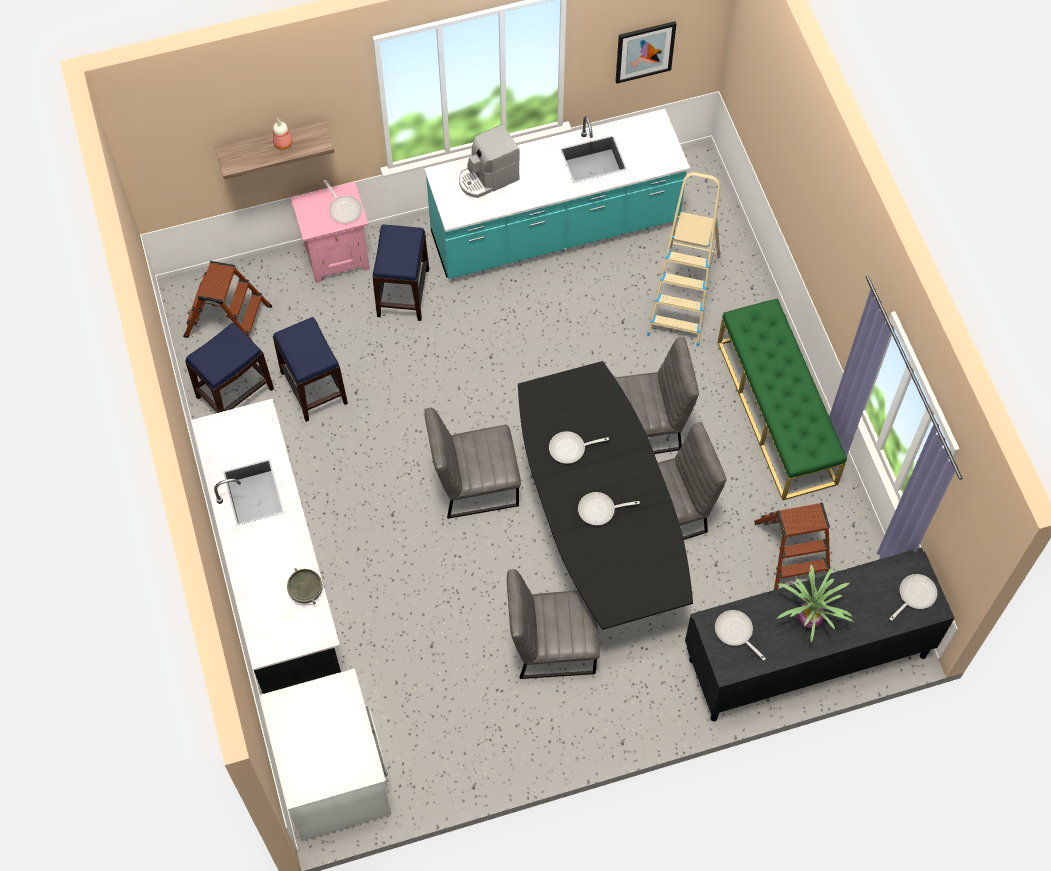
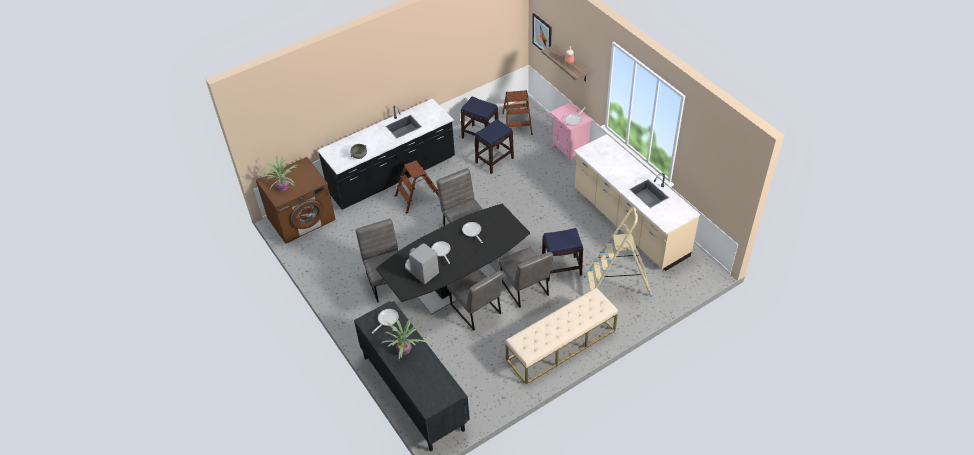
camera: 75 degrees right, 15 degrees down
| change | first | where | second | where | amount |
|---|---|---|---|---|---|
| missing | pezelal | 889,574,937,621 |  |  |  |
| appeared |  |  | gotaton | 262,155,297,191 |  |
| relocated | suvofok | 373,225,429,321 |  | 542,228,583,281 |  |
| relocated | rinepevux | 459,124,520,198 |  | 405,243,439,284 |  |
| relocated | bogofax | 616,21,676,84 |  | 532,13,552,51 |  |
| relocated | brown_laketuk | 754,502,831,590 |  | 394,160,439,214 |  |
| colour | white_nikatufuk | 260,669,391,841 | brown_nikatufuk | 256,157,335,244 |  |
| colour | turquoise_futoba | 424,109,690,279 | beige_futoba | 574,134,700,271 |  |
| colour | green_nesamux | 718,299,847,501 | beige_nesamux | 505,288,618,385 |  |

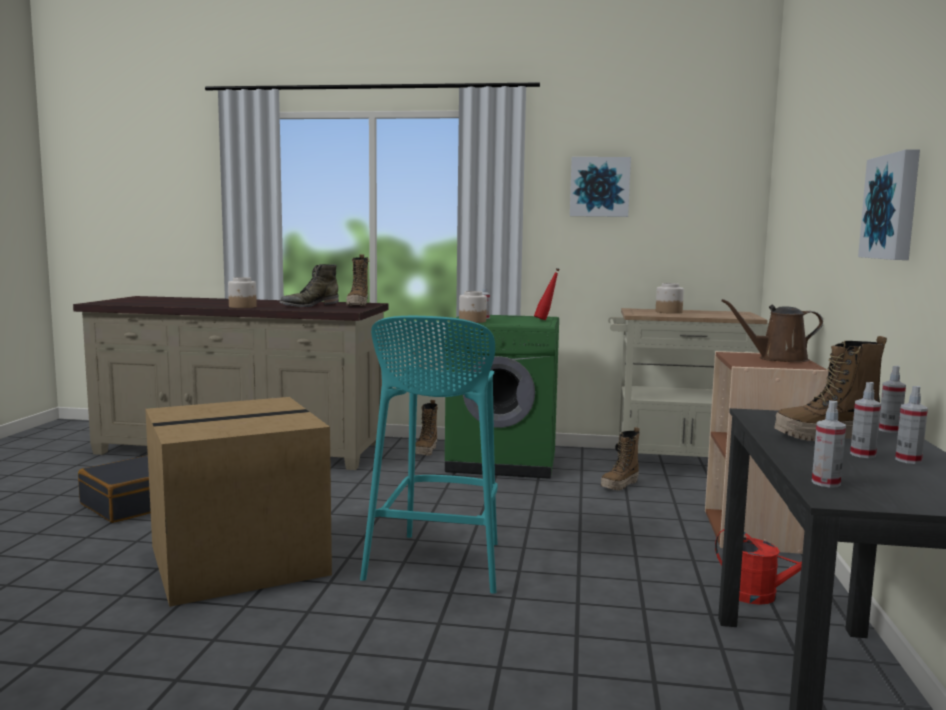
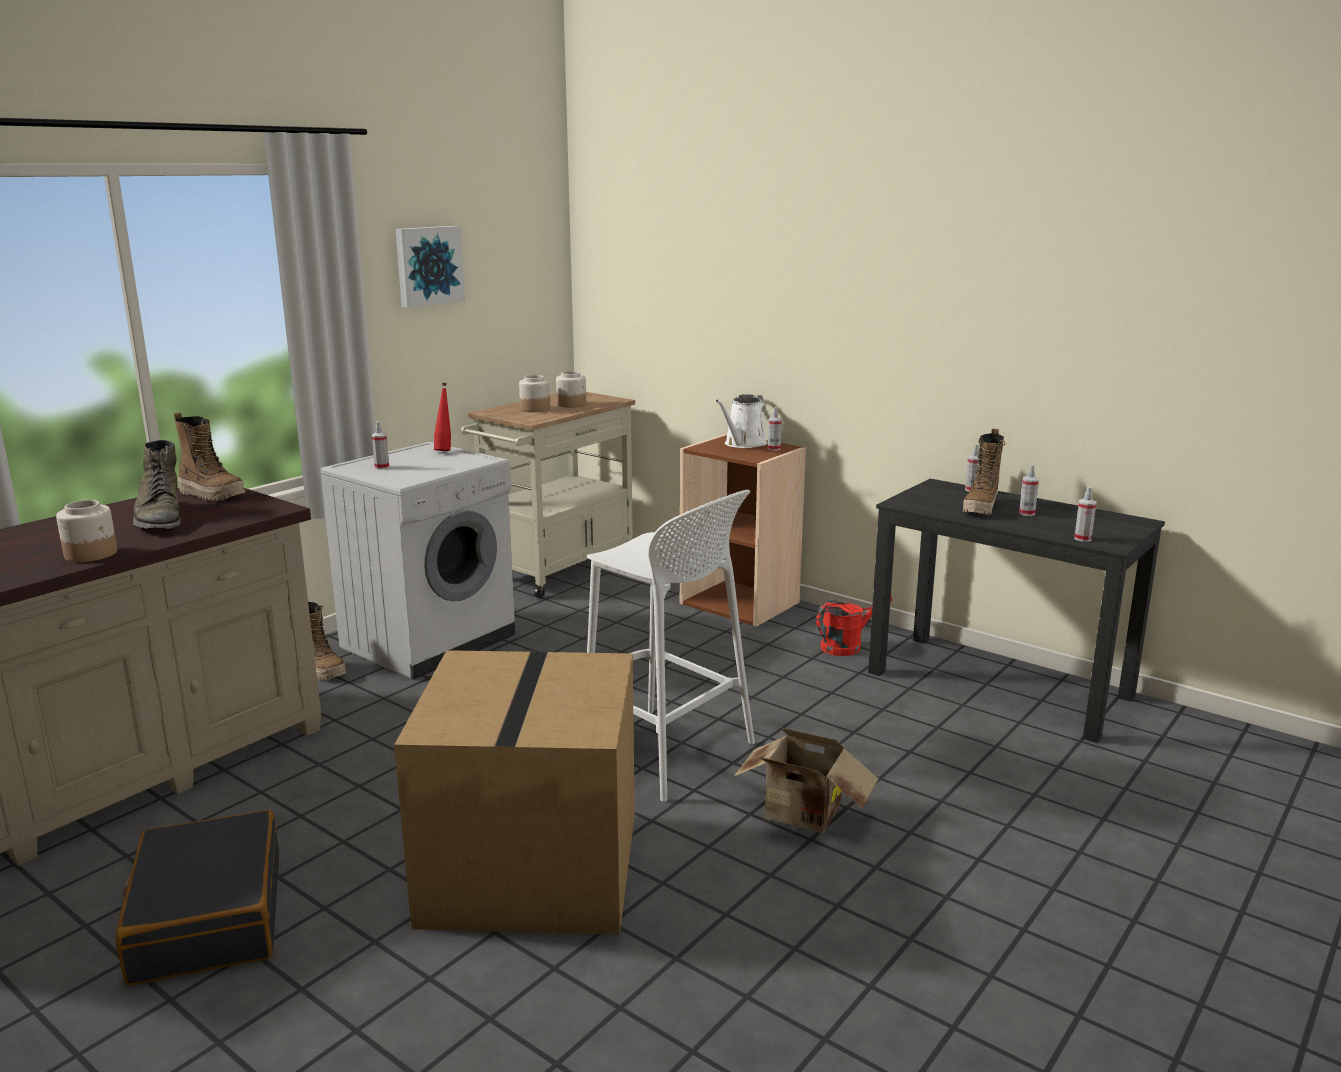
camera: 60 degrees left, 10 degrees up
| change | first | where | second | where | amount |
|---|---|---|---|---|---|
| missing | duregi | 601,427,640,491 |  |  |  |
| missing | bogofax | 858,149,920,260 |  |  |  |
| appeared |  |  | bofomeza | 733,727,878,833 |  |
| relocated | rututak | 459,291,487,323 |  | 556,371,586,408 |  |
| relocated | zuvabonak | 895,386,928,464 |  | 768,407,782,451 |  |
| colour | turquoise_suvofok | 360,316,497,594 | white_suvofok | 587,490,755,802 |  |
| colour | green_nikatufuk | 445,315,559,479 | white_nikatufuk | 321,442,515,680 |  |
| colour | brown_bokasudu | 721,299,823,362 | white_bokasudu | 716,394,768,448 |  |

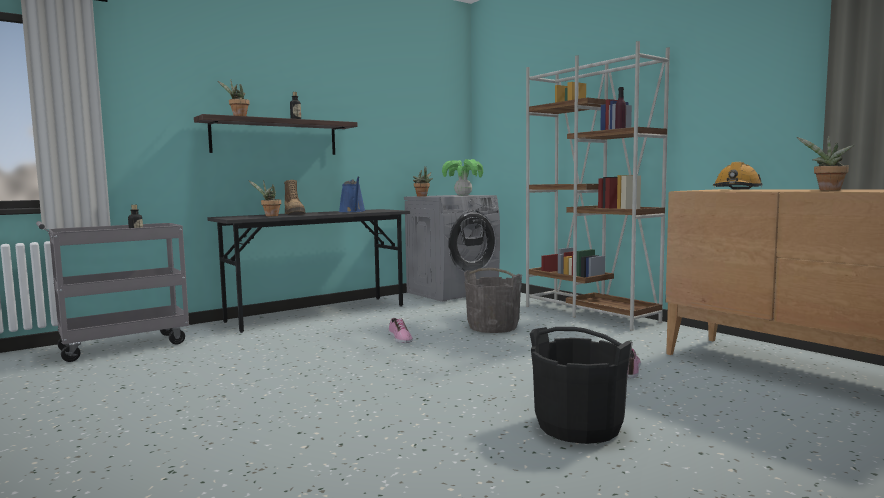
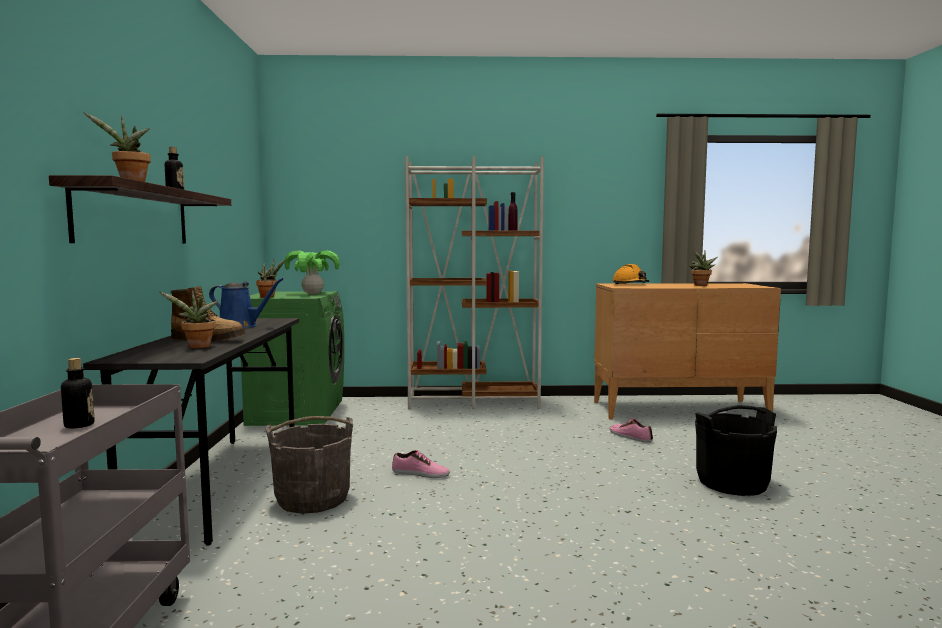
camera: 55 degrees left, 0 degrees up
| change | first | where | second | where | amount |
|---|---|---|---|---|---|
| relocated | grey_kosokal | 464,268,522,333 |  | 265,416,353,514 |  |
| colour | grey_nikatufuk | 404,195,500,302 | green_nikatufuk | 241,291,344,426 |  |

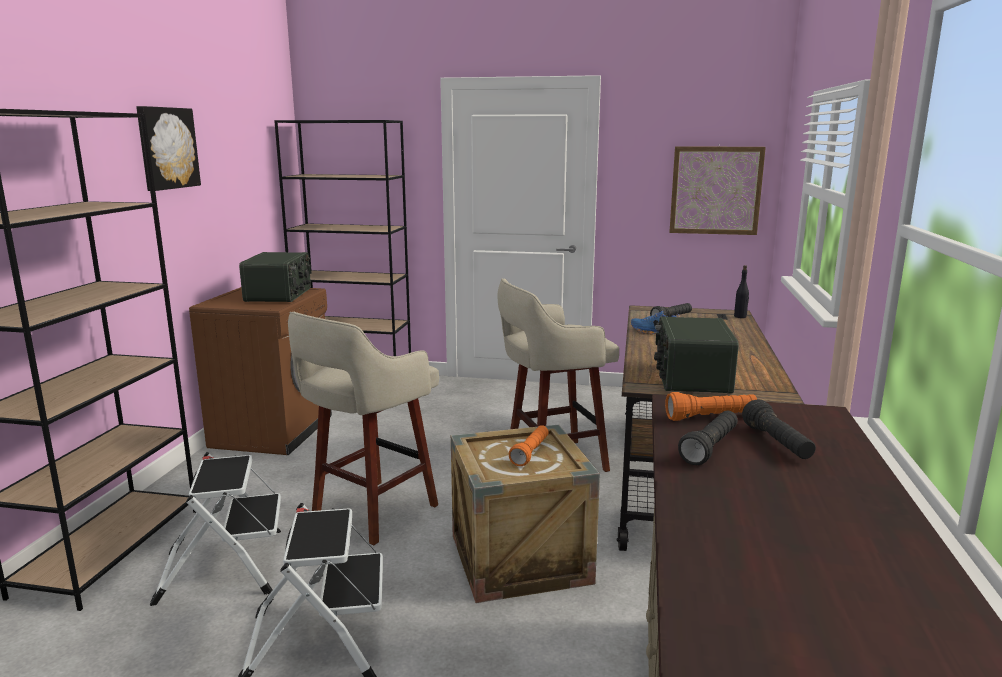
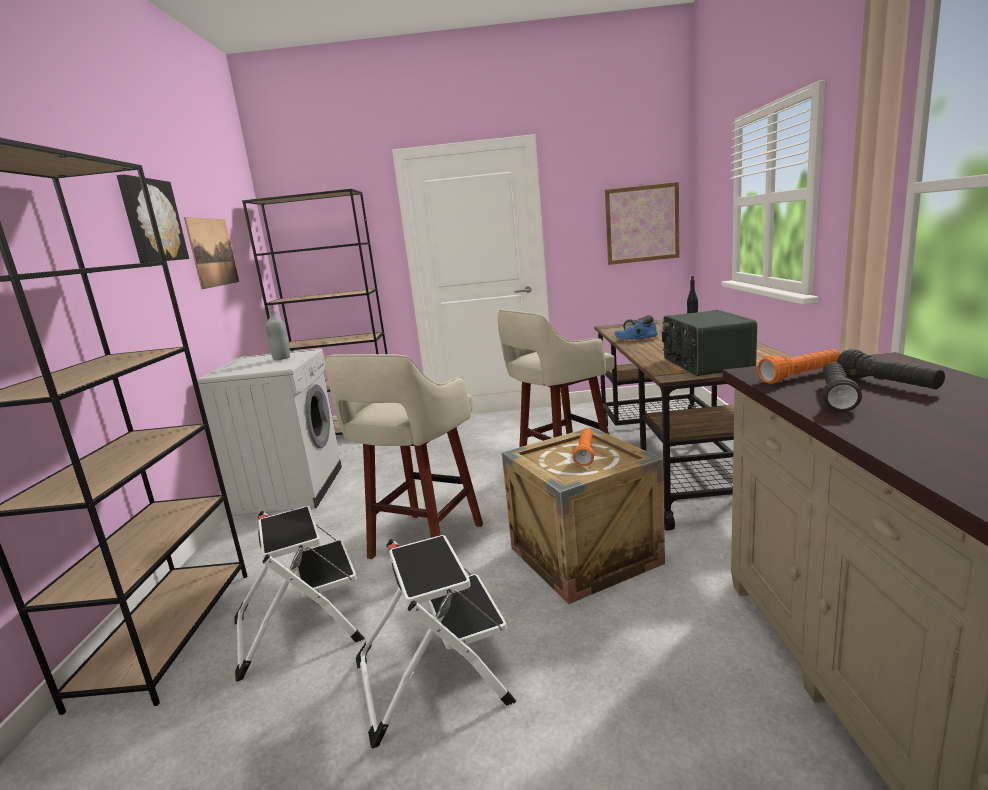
camera: 10 degrees left, 0 degrees up
| change | first | where | second | where | amount |
|---|---|---|---|---|---|
| appeared |  |  | bogofax | 184,217,239,289 |  |
| exchanged | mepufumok | 239,252,312,302 | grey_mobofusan | 266,309,290,360 |  |
| colour | brown_nikatufuk | 189,287,332,455 | white_nikatufuk | 197,348,342,516 |  |

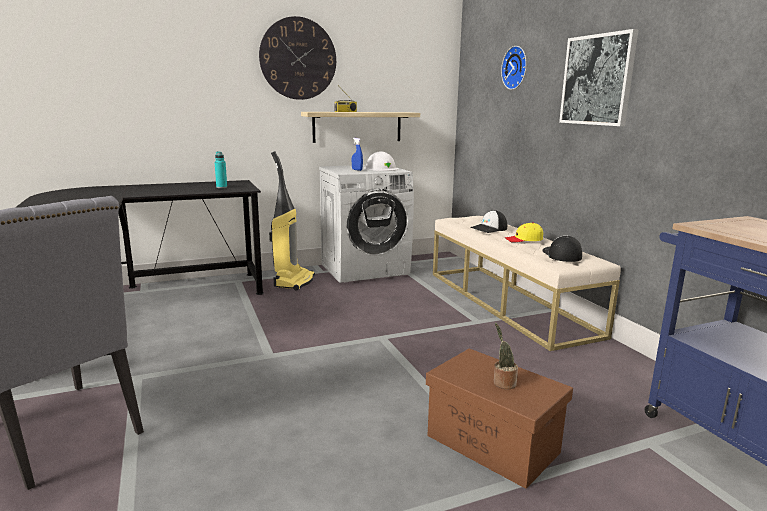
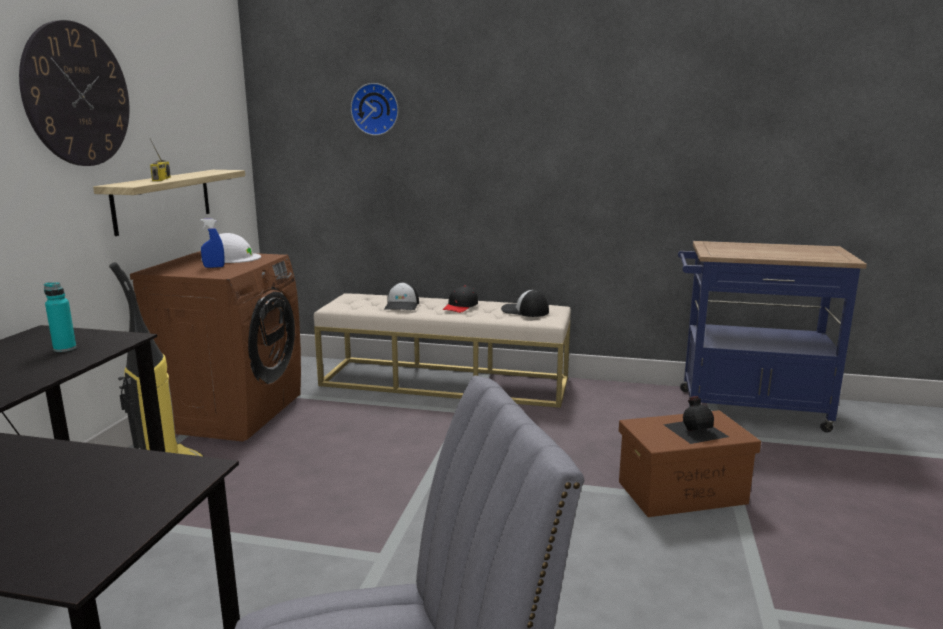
camera: 55 degrees left, 0 degrees up
| change | first | where | second | where | amount |
|---|---|---|---|---|---|
| missing | bogofax | 559,29,639,126 |  |  |  |
| exchanged | gotaton | 494,323,518,389 | black_mobofusan | 663,396,729,444 |  |
| colour | white_nikatufuk | 319,165,414,283 | brown_nikatufuk | 130,251,301,442 |  |
| colour | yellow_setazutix | 505,222,543,243 | black_setazutix | 443,286,478,313 |  |

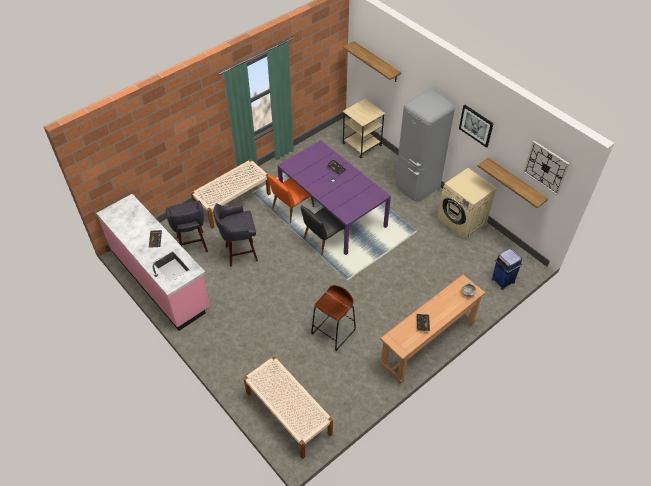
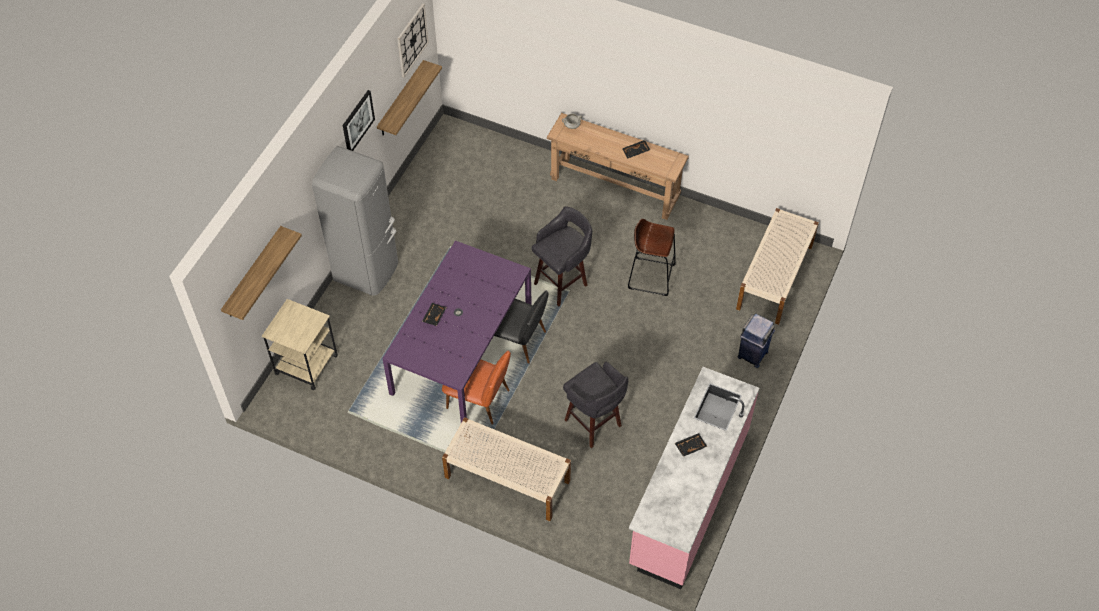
camera: 115 degrees left, 5 degrees up
| change | first | where | second | where | amount |
|---|---|---|---|---|---|
| missing | beige_nikatufuk | 438,168,497,240 |  |  |  |
| relocated | grey_suvofok | 166,201,208,252 |  | 532,206,592,306 |  |
| relocated | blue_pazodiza | 491,249,522,290 |  | 738,314,775,368 |  |

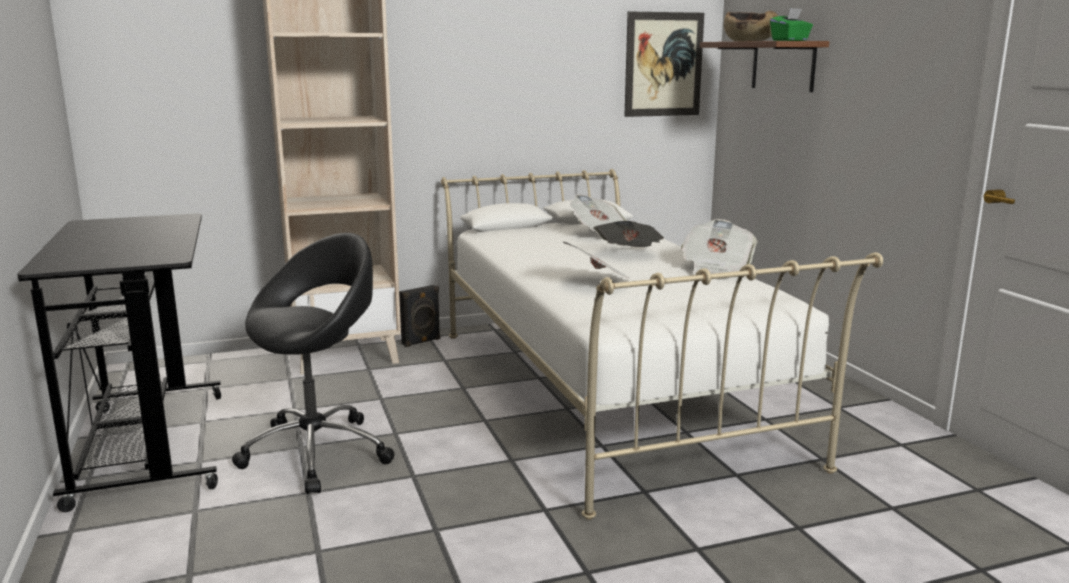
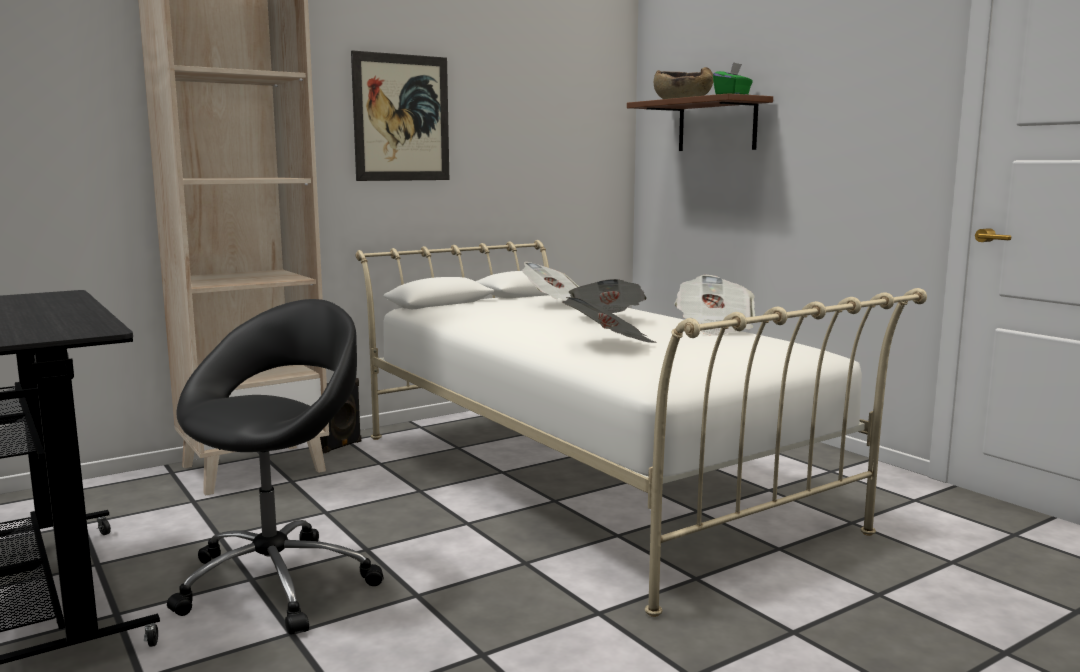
camera: 15 degrees left, 5 degrees down
| change | first | where | second | where | amount |
|---|---|---|---|---|---|
| relocated | bogofax | 624,12,704,117 |  | 351,50,449,181 |  |

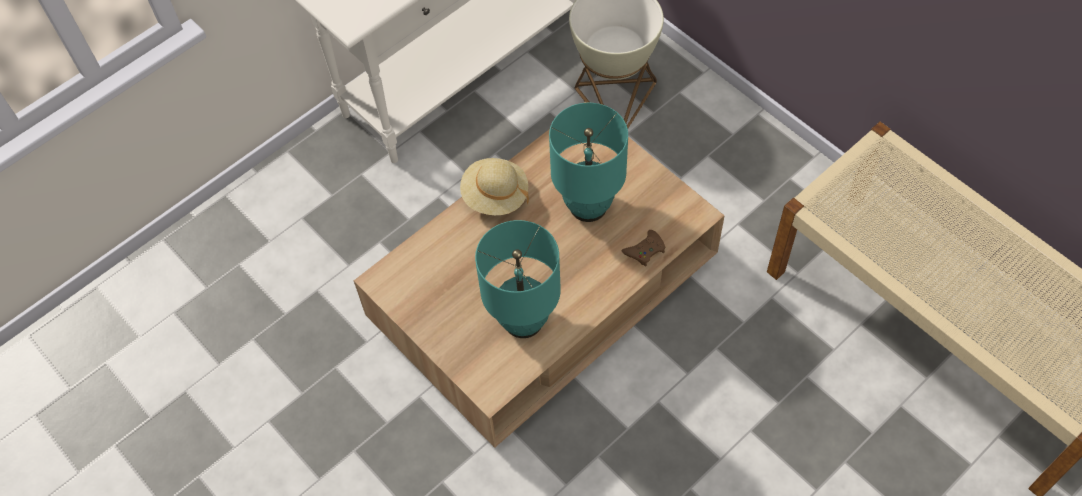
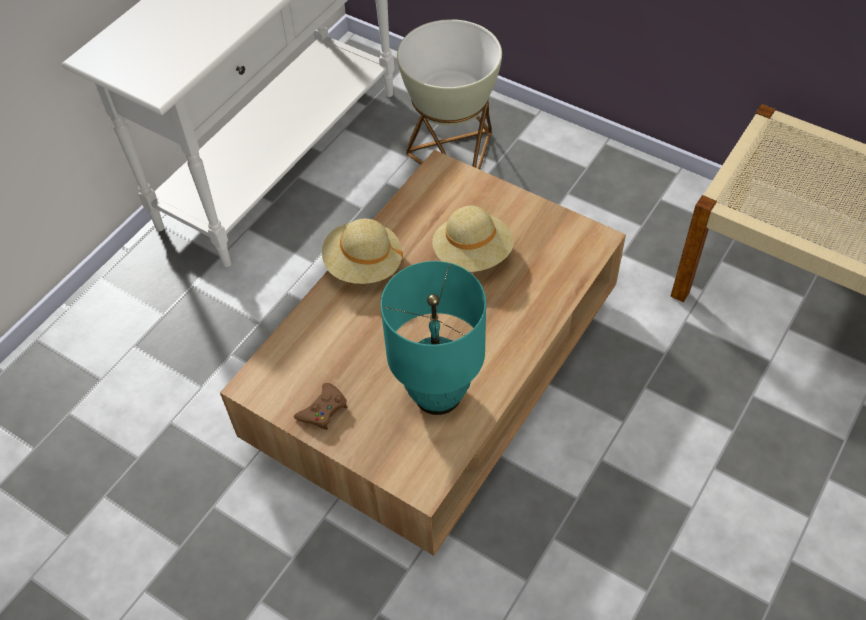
camera: 15 degrees left, 5 degrees down
| change | first | where | second | where | amount |
|---|---|---|---|---|---|
| relocated | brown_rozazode | 622,230,665,267 |  | 294,383,347,430 |  |
| exchanged | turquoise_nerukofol | 549,103,628,222 | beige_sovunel | 432,206,514,272 |  |

